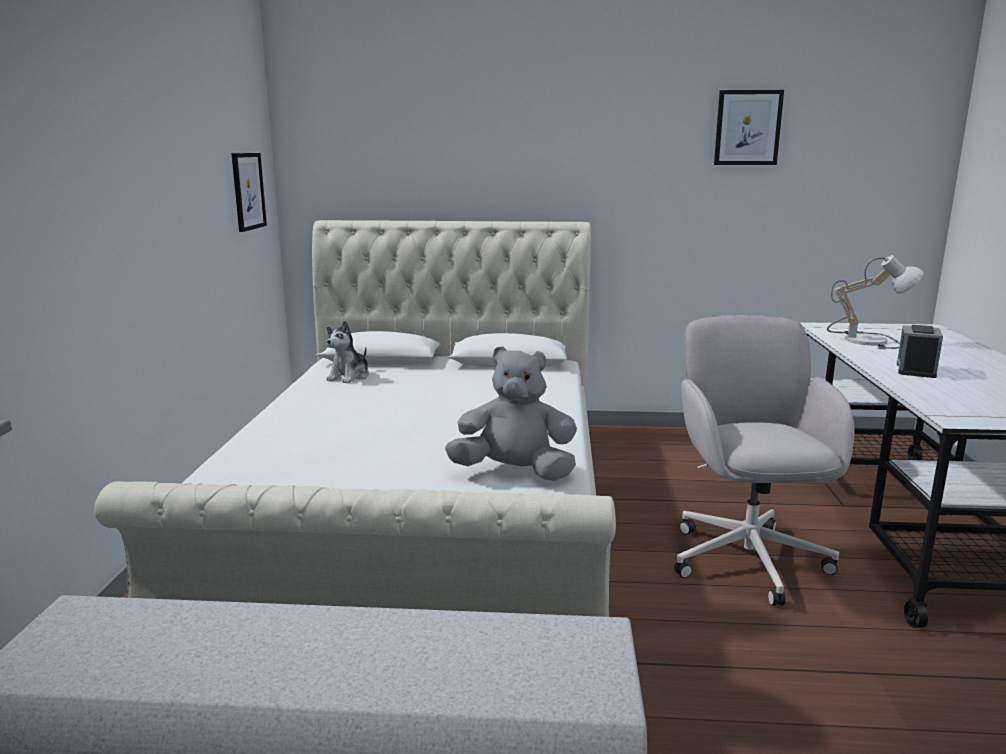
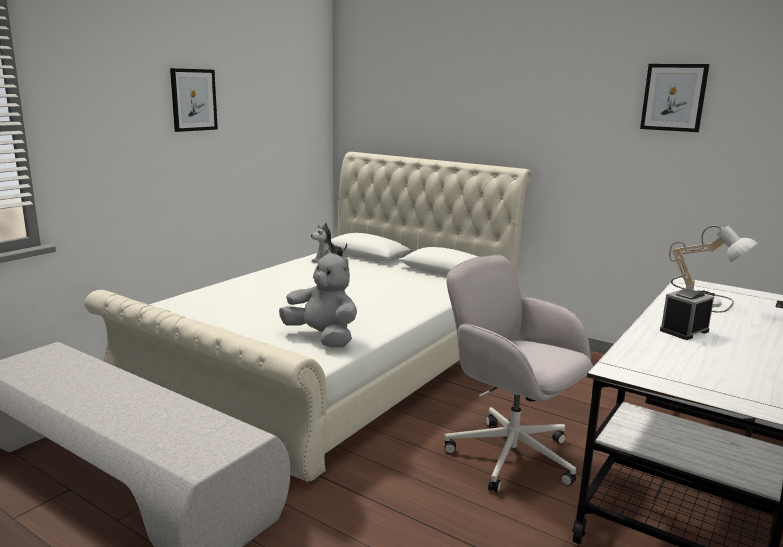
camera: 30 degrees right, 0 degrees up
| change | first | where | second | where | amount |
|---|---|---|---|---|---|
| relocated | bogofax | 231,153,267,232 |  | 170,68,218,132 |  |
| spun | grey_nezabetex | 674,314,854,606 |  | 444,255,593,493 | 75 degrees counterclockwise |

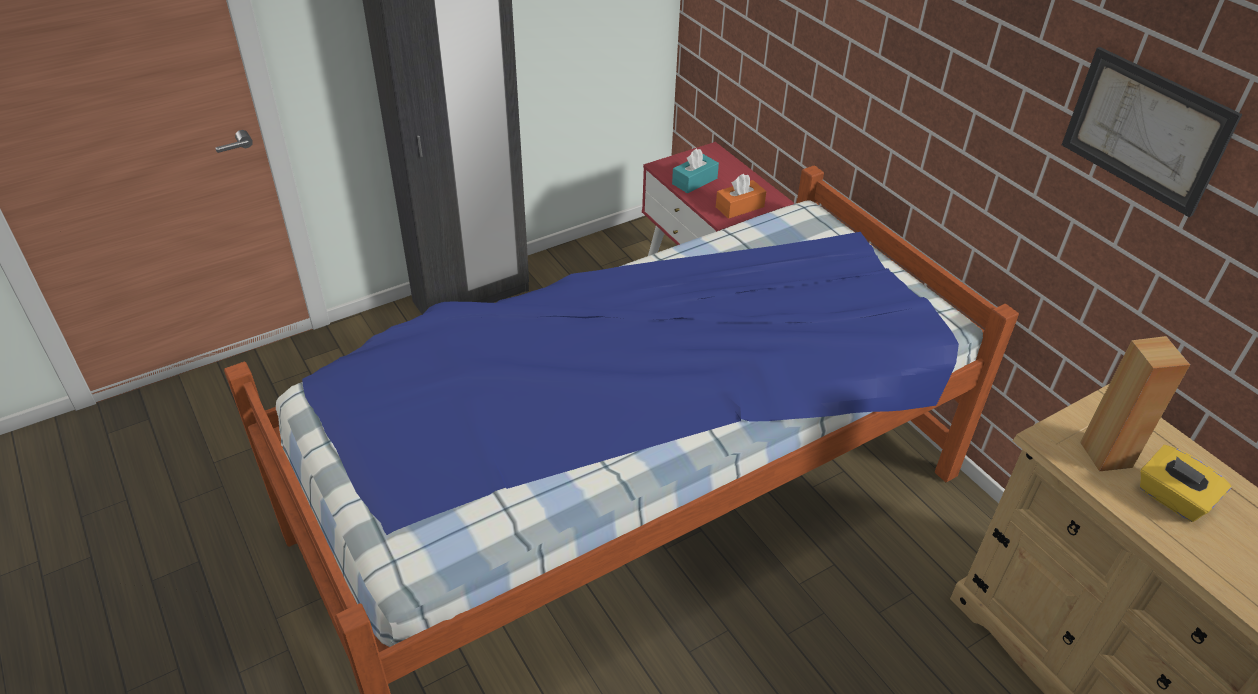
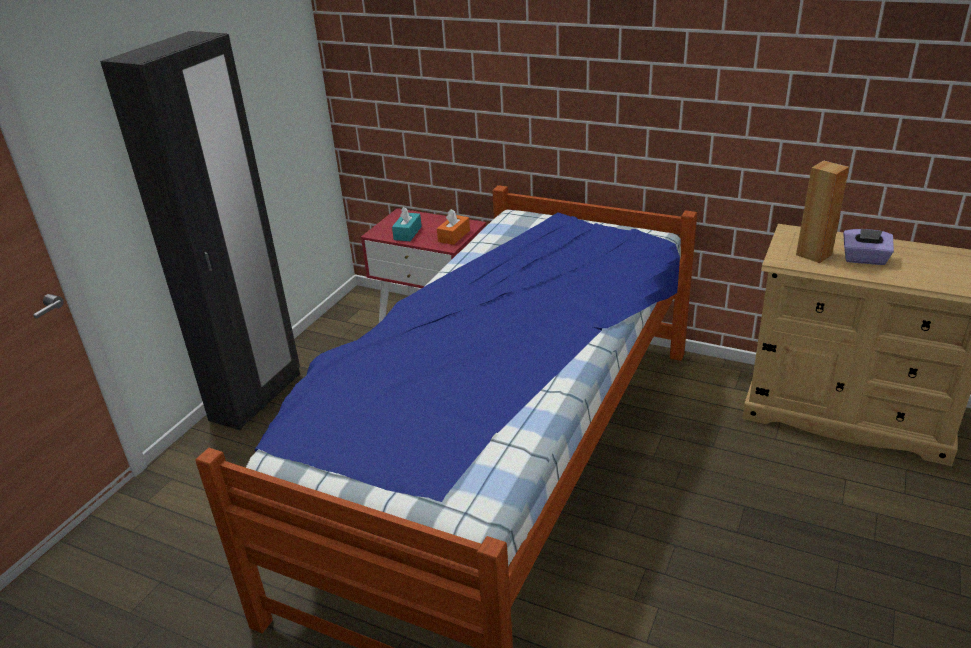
camera: 30 degrees left, 10 degrees down
| change | first | where | second | where | amount |
|---|---|---|---|---|---|
| missing | bogofax | 1062,47,1243,217 |  |  |  |
| colour | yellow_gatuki | 1140,445,1232,522 | purple_gatuki | 843,229,894,265 |  |

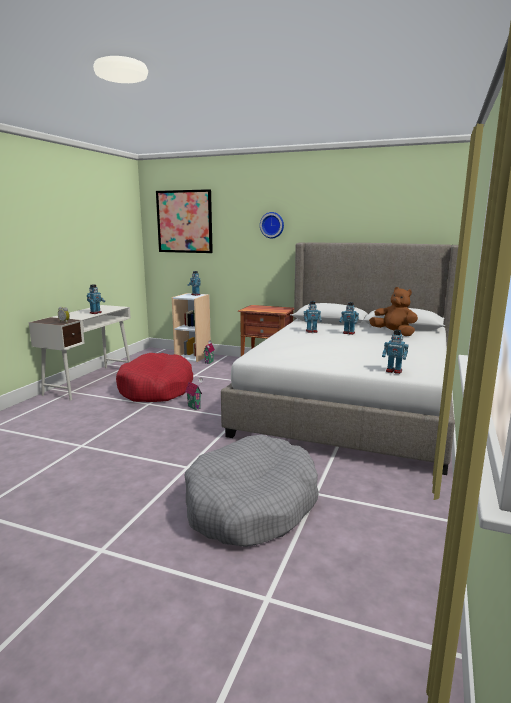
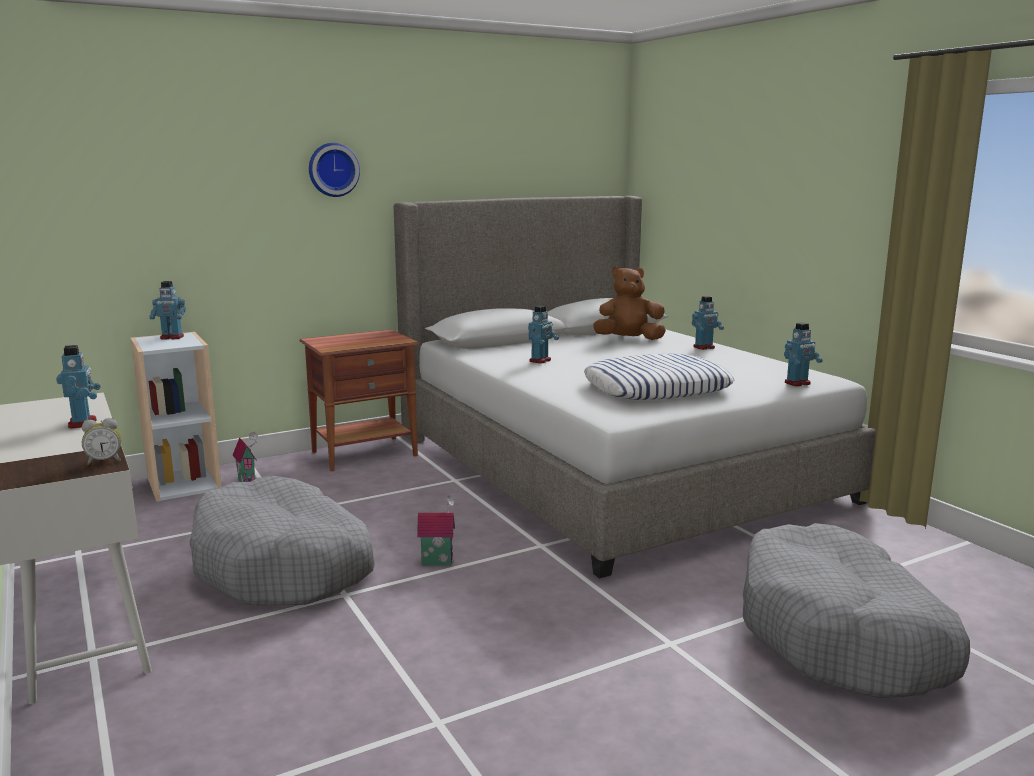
camera: 50 degrees left, 0 degrees up
| change | first | where | second | where | amount |
|---|---|---|---|---|---|
| missing | bogofax | 156,189,213,253 |  |  |  |
| appeared |  |  | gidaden | 584,353,734,400 |  |
| relocated | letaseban | 339,302,359,335 |  | 692,296,724,350 |  |
| colour | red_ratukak | 116,353,193,402 | grey_ratukak | 189,476,375,606 |  |

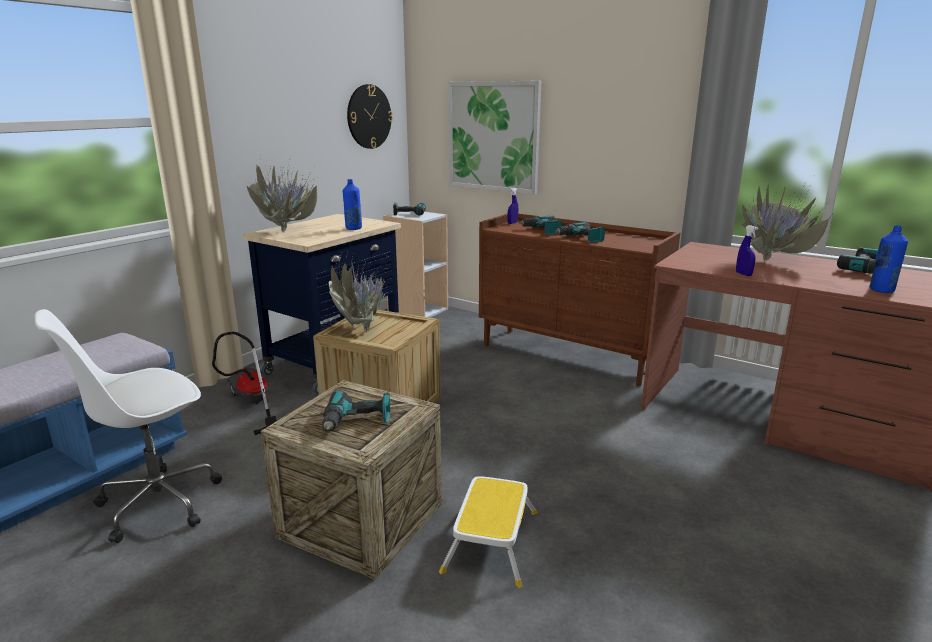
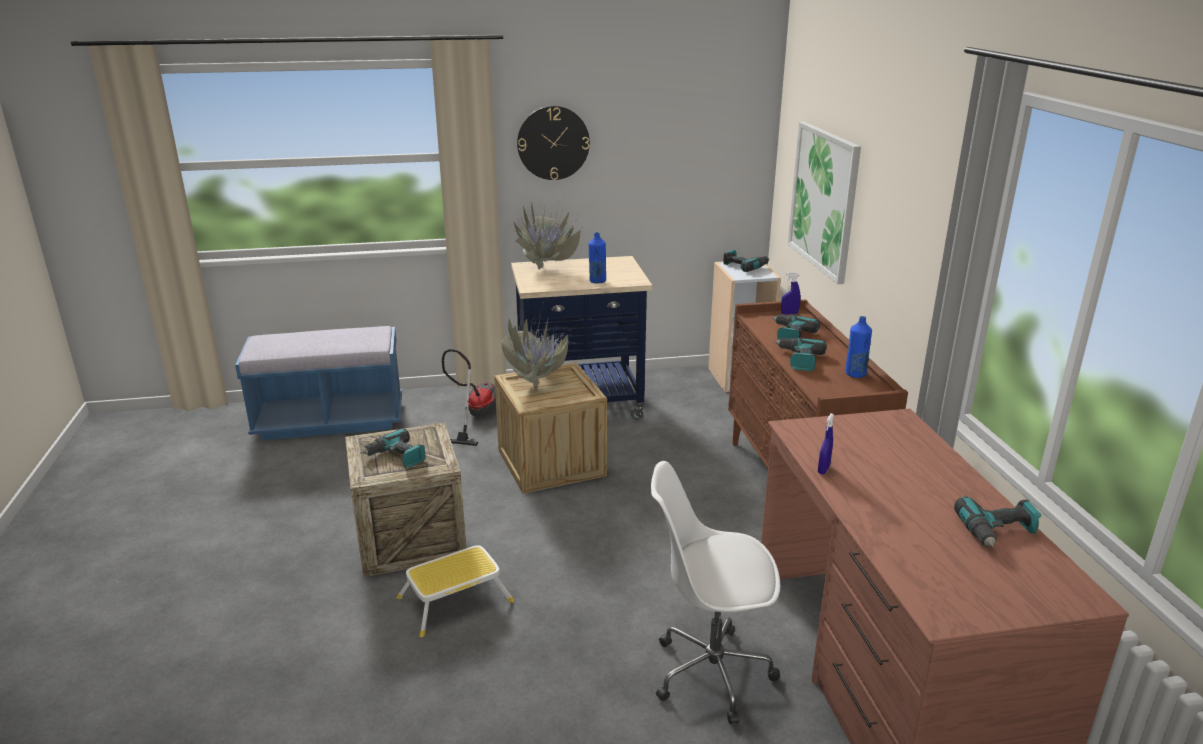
camera: 45 degrees right, 5 degrees up
| change | first | where | second | where | amount |
|---|---|---|---|---|---|
| missing | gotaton | 737,177,832,272 |  |  |  |
| relocated | white_nezabetex | 34,309,222,543 |  | 651,461,780,724 |  |
| relocated | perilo | 347,84,393,149 |  | 517,106,590,180 |  |
| relocated | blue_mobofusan | 869,225,908,293 |  | 845,316,872,378 |  |

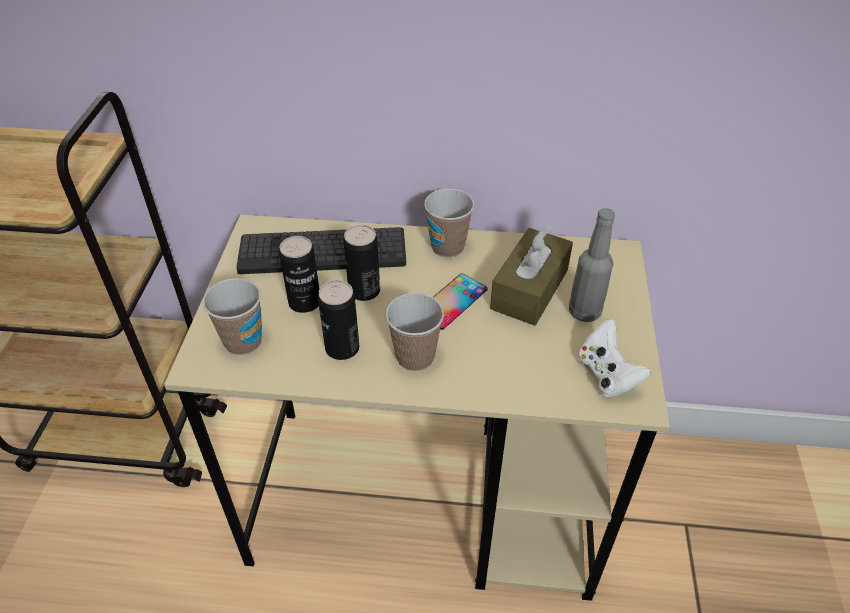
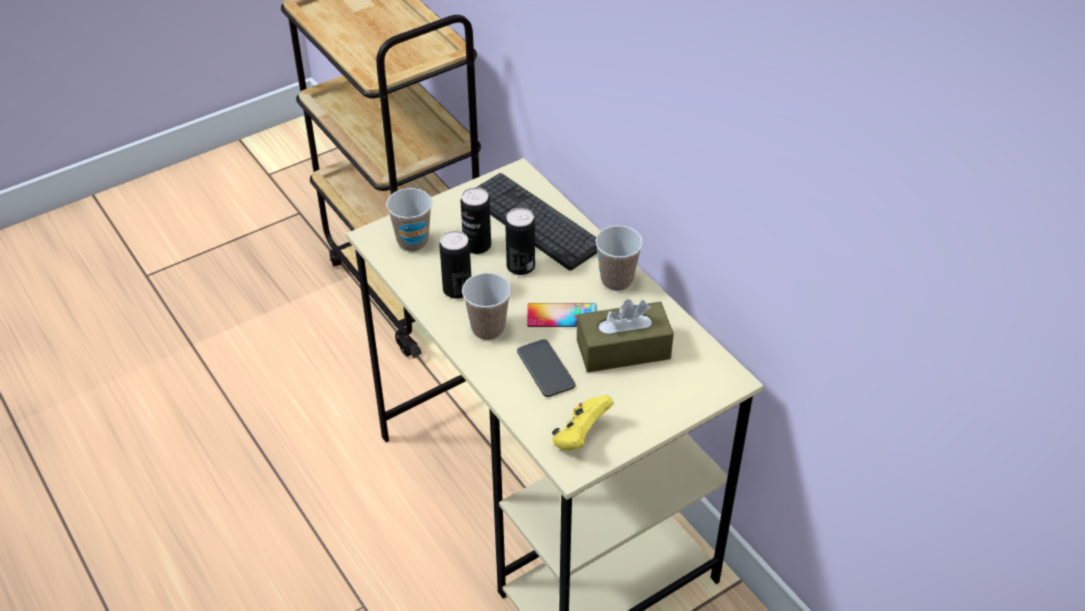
camera: 50 degrees right, 0 degrees up
| change | first | where | second | where | amount |
|---|---|---|---|---|---|
| missing | grey_mobofusan | 569,208,615,322 |  |  |  |
| appeared |  |  | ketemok | 517,339,575,397 |  |
| colour | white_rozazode | 578,319,651,398 | yellow_rozazode | 552,395,614,451 |  |

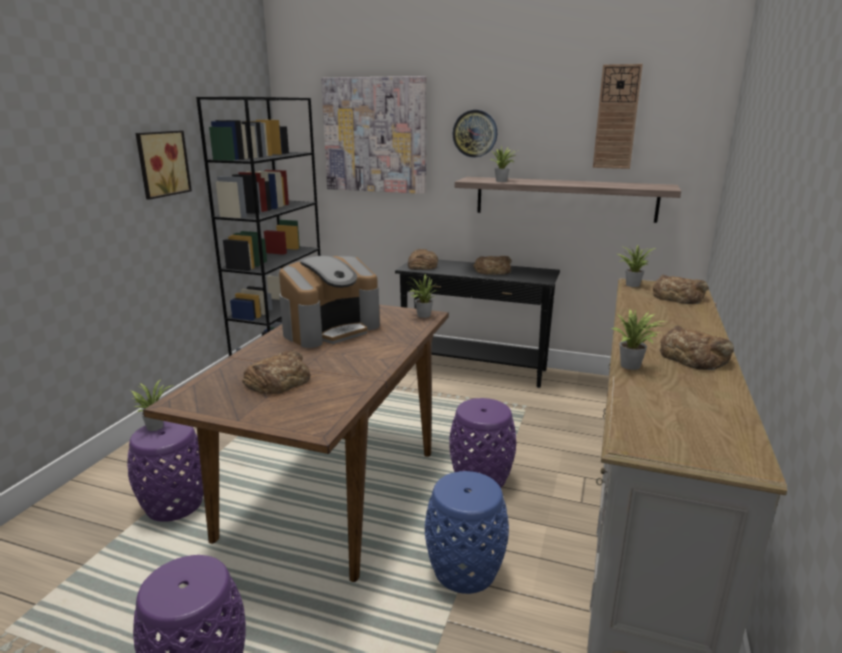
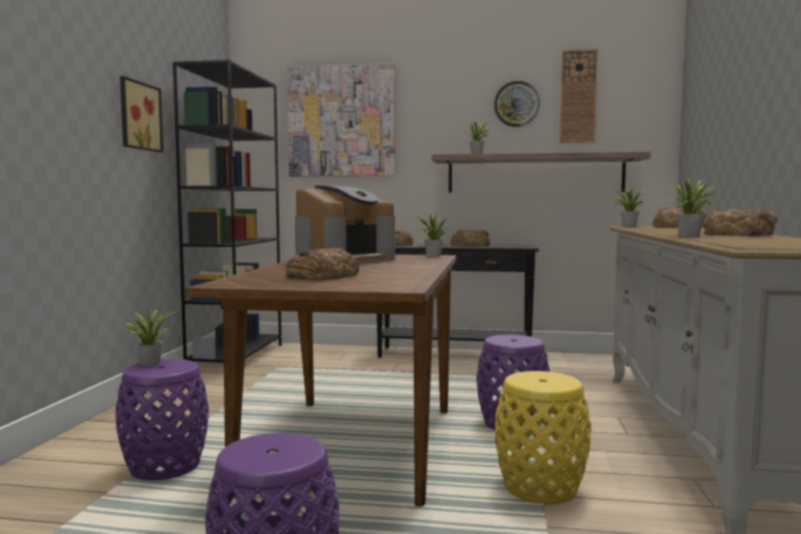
camera: 10 degrees left, 15 degrees down
| change | first | where | second | where | amount |
|---|---|---|---|---|---|
| relocated | perilo | 453,110,497,157 |  | 494,81,540,127 |  |
| colour | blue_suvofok | 425,471,509,594 | yellow_suvofok | 495,371,591,505 |  |

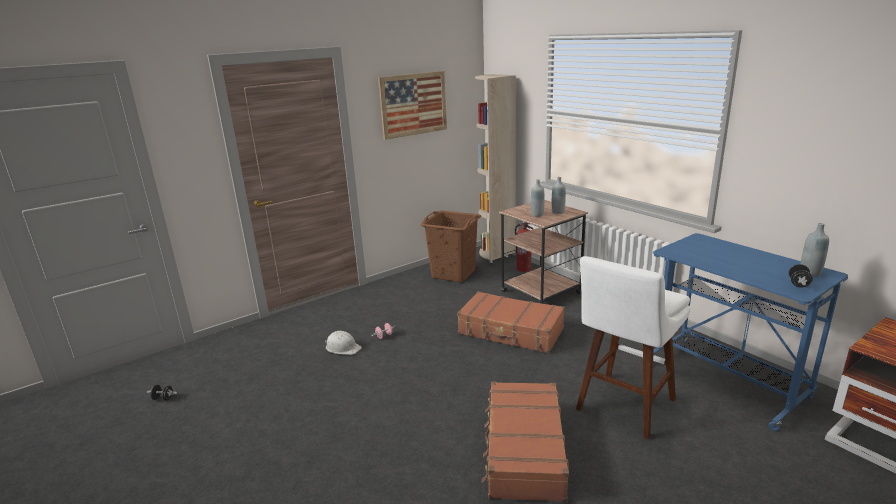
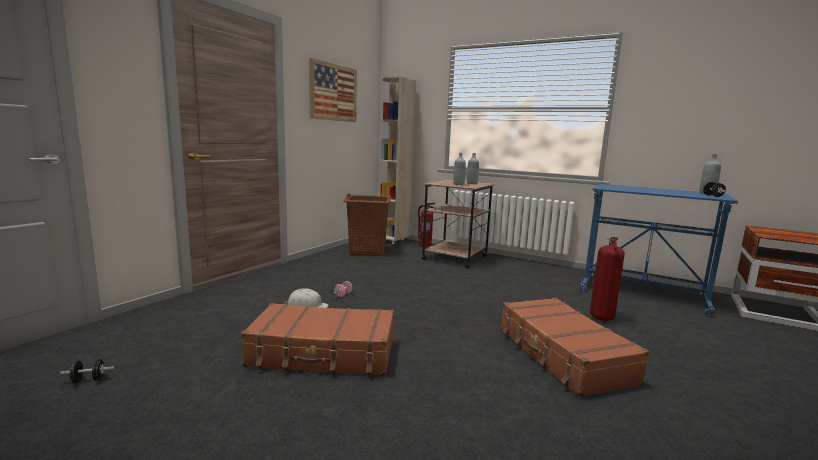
camera: 25 degrees left, 10 degrees down
| change | first | where | second | where | amount |
|---|---|---|---|---|---|
| relocated | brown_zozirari | 457,291,565,354 |  | 241,303,394,376 |  |
| exchanged | white_suvofok | 576,256,691,440 | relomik | 590,237,625,321 |  |

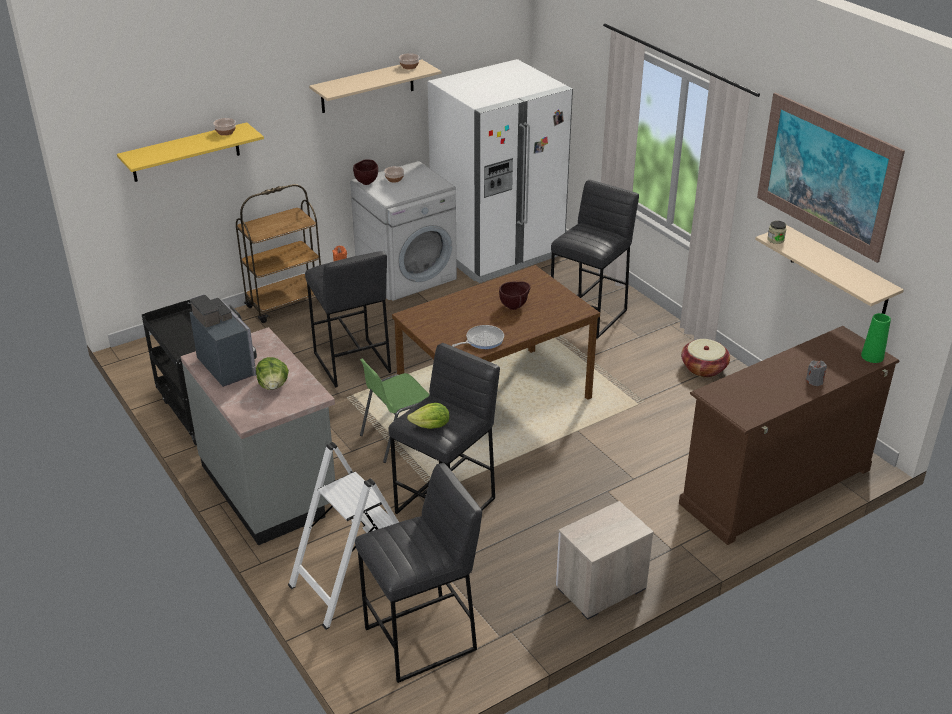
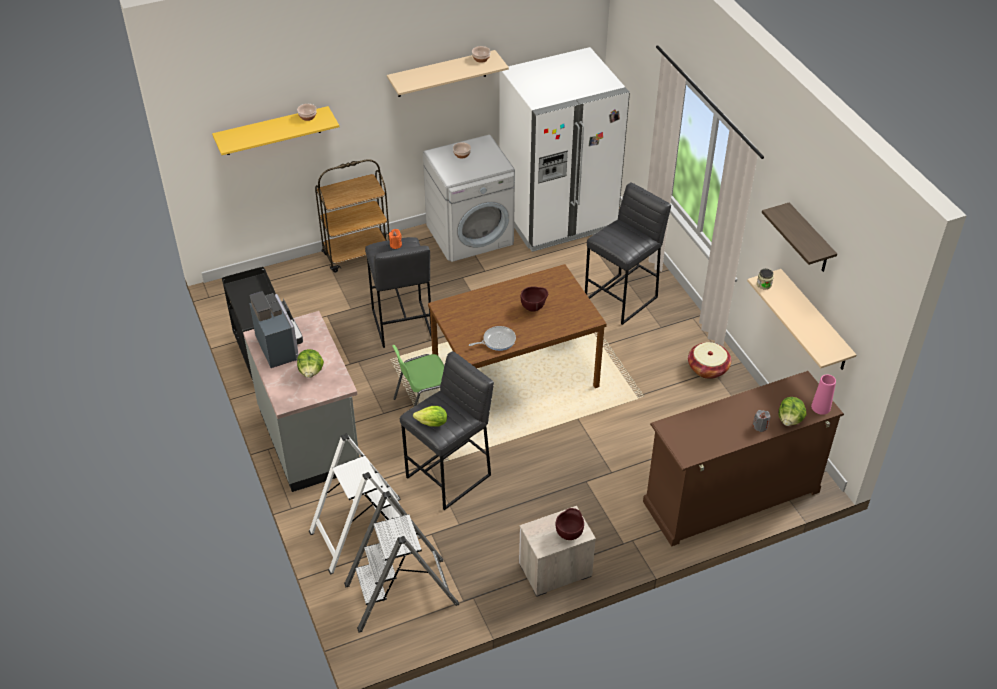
camera: 10 degrees right, 10 degrees up
| change | first | where | second | where | amount |
|---|---|---|---|---|---|
| appeared |  |  | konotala | 778,397,807,426 |  |
| relocated | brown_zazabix | 353,159,378,185 |  | 555,508,584,540 |  |
| exchanged | grey_suvofok | 355,463,482,683 | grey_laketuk | 344,491,459,633 |  |
| exchanged | bogofax | 757,92,905,263 | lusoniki | 762,203,837,272 |  |
| colour | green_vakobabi | 861,313,891,363 | pink_vakobabi | 811,375,836,415 |  |

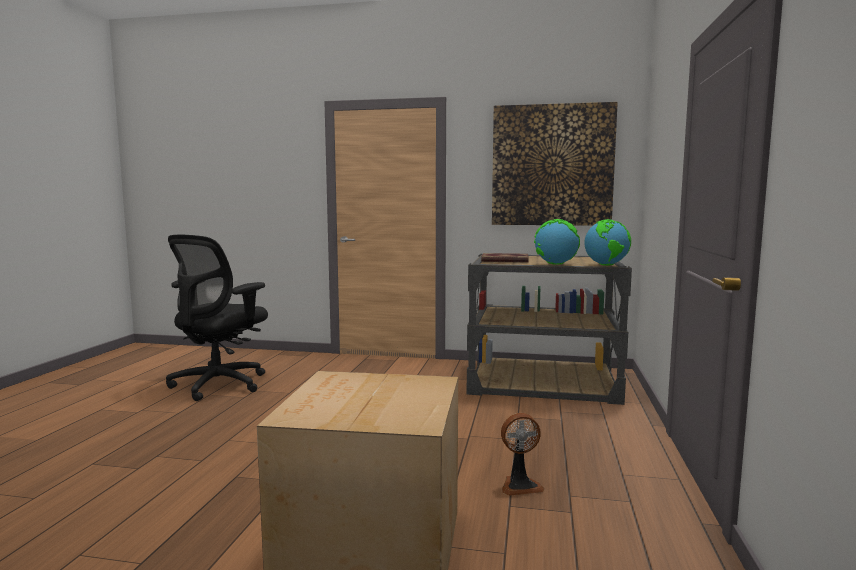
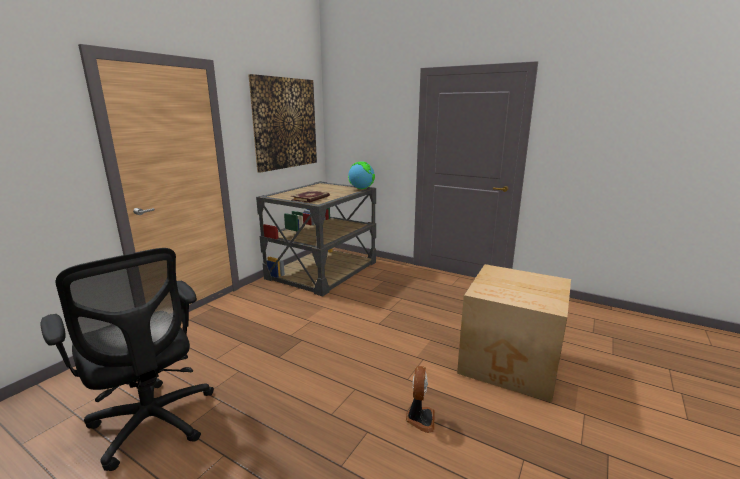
camera: 70 degrees left, 10 degrees up
| change | first | where | second | where | amount |
|---|---|---|---|---|---|
| missing | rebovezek | 534,219,580,265 |  |  |  |
| relocated | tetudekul | 501,413,544,496 |  | 406,366,435,433 |  |

